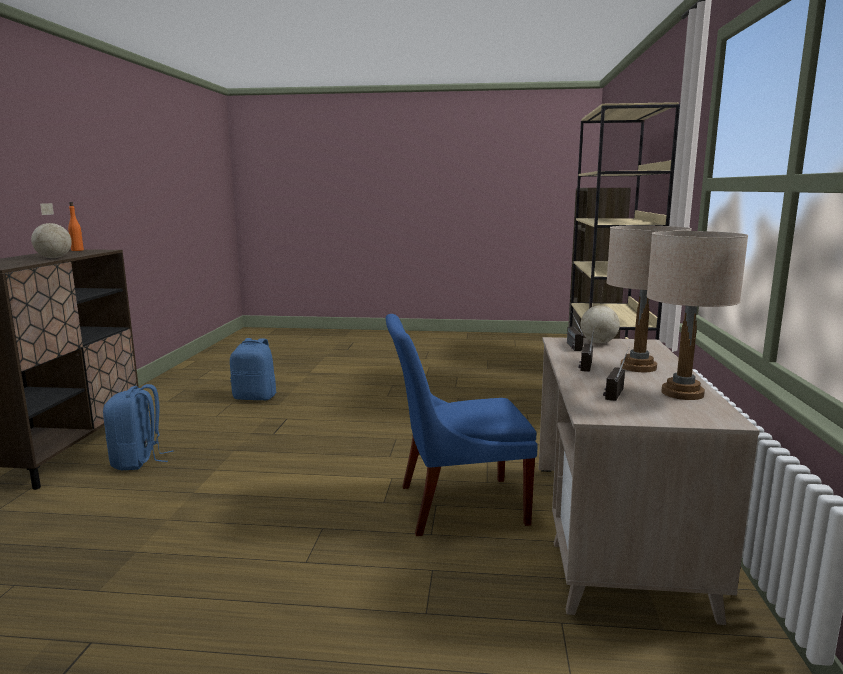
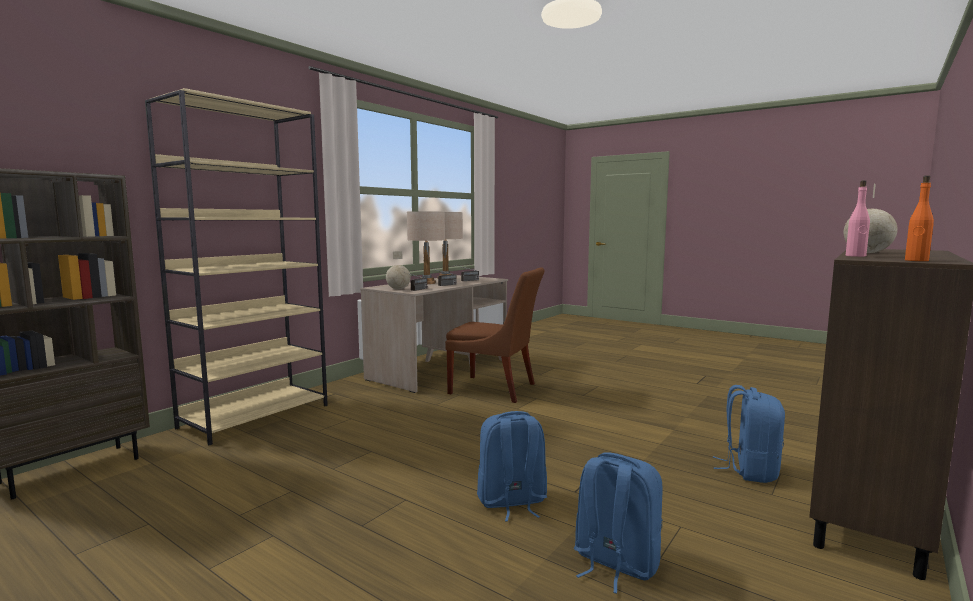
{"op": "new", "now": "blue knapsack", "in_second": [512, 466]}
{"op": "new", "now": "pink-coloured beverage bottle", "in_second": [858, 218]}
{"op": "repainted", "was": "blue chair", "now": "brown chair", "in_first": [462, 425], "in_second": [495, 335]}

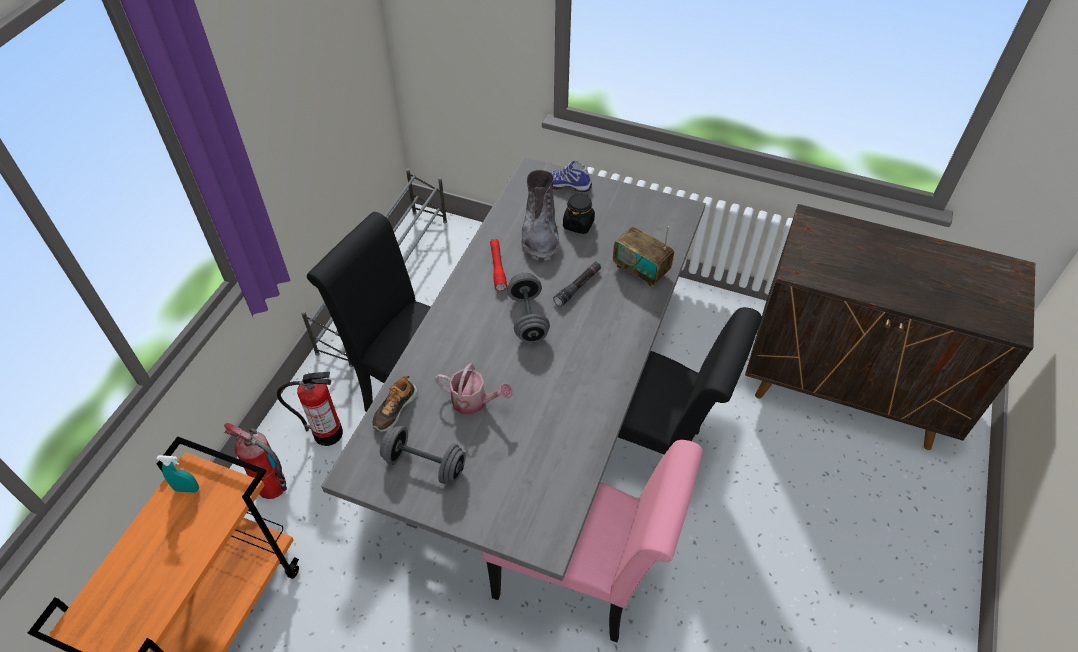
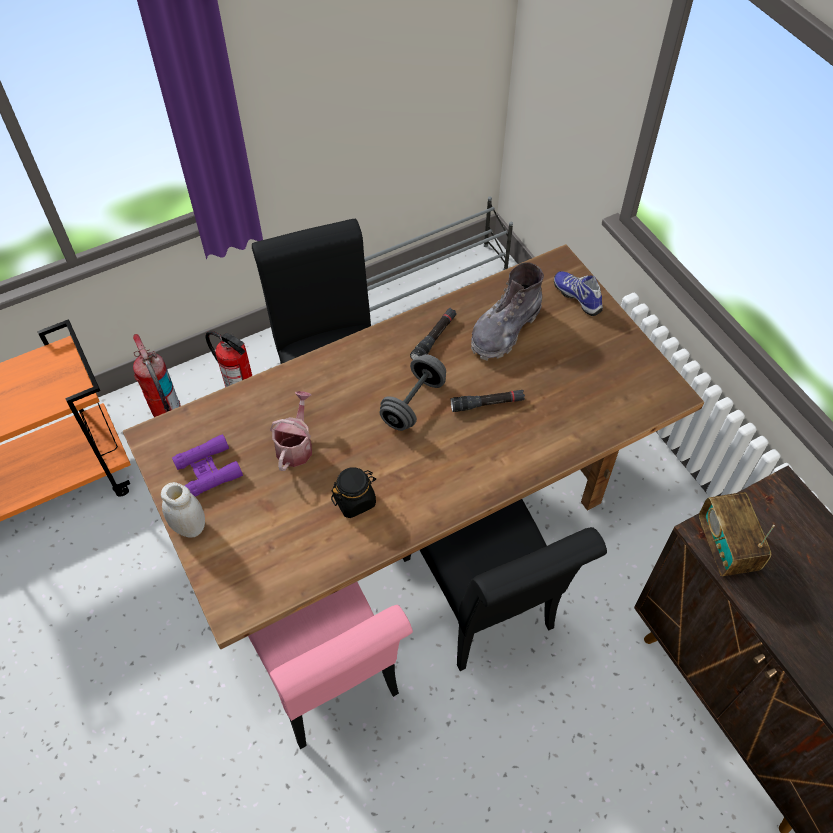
{"op": "gone", "was": "turquoise spray bottle", "in_first": [177, 474]}
{"op": "gone", "was": "shoe", "in_first": [395, 404]}
{"op": "new", "now": "white-coloured jar", "in_second": [183, 509]}
{"op": "shifted", "was": "black-coloured jar", "in_first": [579, 213], "in_second": [353, 492]}
{"op": "shifted", "was": "radio set", "in_first": [643, 256], "in_second": [737, 534]}
{"op": "swapped", "was": "gray hand weight", "now": "purple-coloured field glasses", "in_first": [423, 455], "in_second": [207, 465]}
{"op": "repainted", "was": "gray kitchen table", "now": "brown kitchen table", "in_first": [513, 369], "in_second": [413, 446]}
{"op": "repainted", "was": "red hand torch", "now": "black-coloured hand torch", "in_first": [498, 265], "in_second": [433, 334]}
{"op": "rotated", "was": "watering can", "in_first": [473, 388], "in_second": [291, 431], "clockwise": -135}

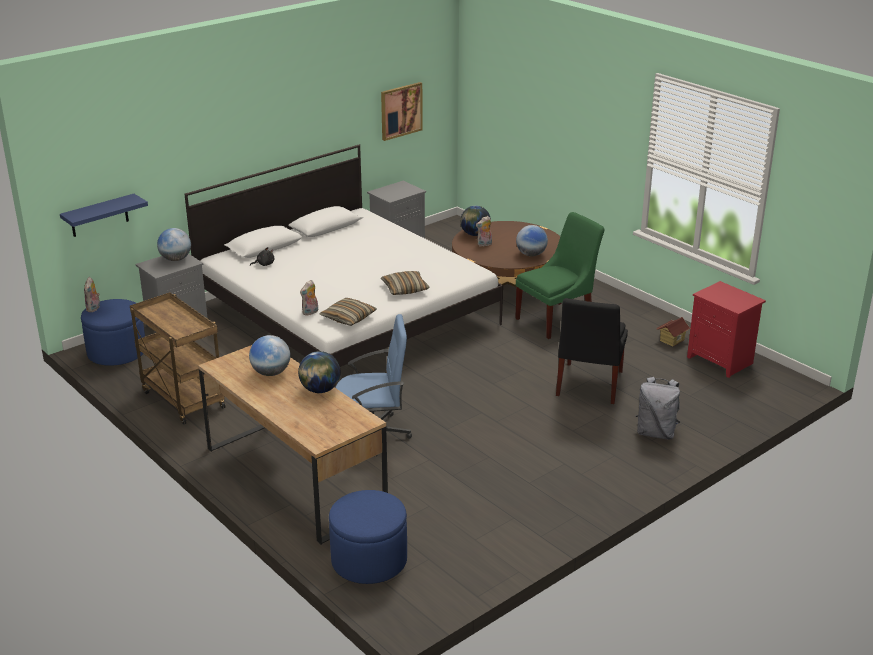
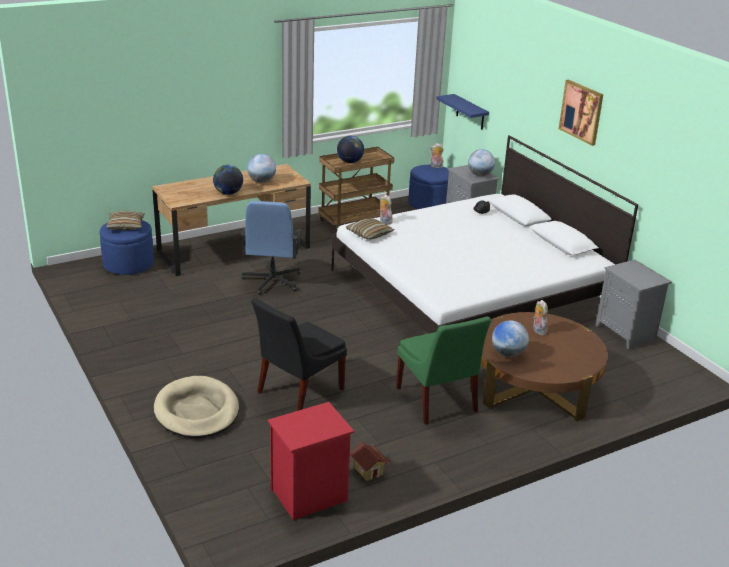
{"op": "shifted", "was": "picture", "in_first": [402, 111], "in_second": [581, 113]}
{"op": "shifted", "was": "cushion", "in_first": [405, 283], "in_second": [125, 220]}
{"op": "shifted", "was": "globe", "in_first": [475, 221], "in_second": [350, 149]}
{"op": "swapped", "was": "gray knapsack", "now": "sand-coloured dog cushion", "in_first": [658, 408], "in_second": [196, 407]}
{"op": "rotated", "was": "black-coloured chair", "in_first": [592, 351], "in_second": [299, 354], "clockwise": -75}

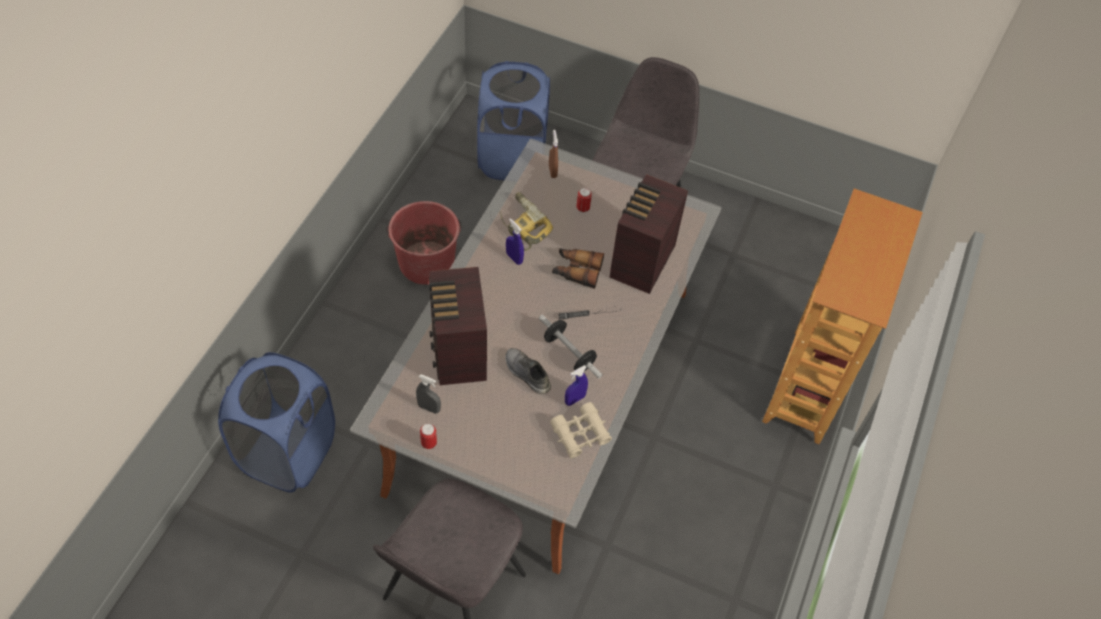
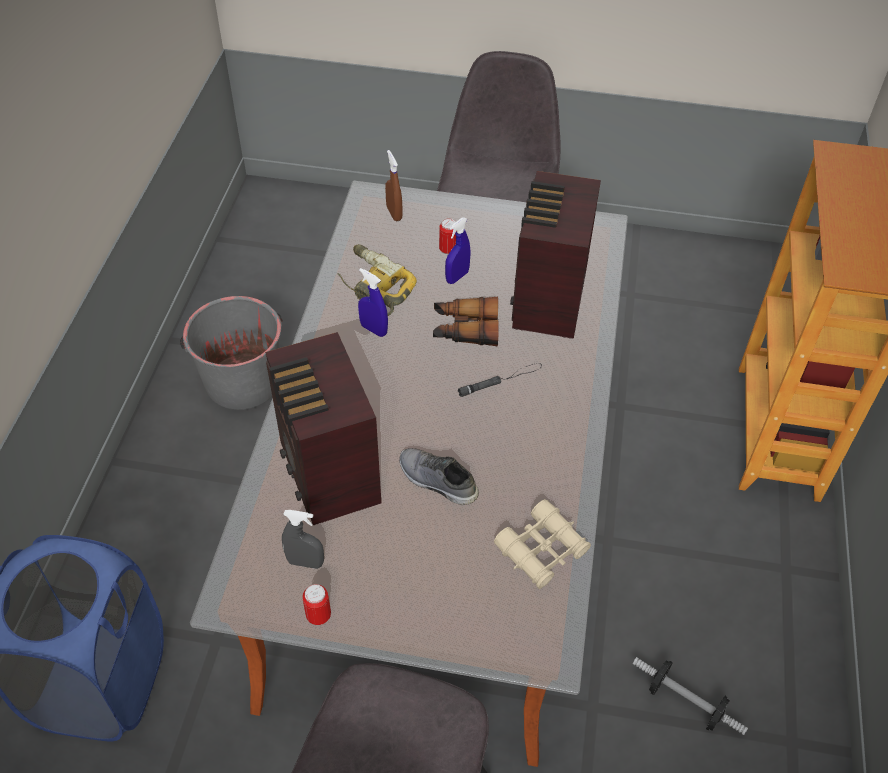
{"op": "gone", "was": "blue laundry basket", "in_first": [513, 120]}
{"op": "shifted", "was": "hand weight", "in_first": [571, 347], "in_second": [690, 696]}
{"op": "shifted", "was": "blue spray bottle", "in_first": [576, 385], "in_second": [458, 250]}
{"op": "repainted", "was": "red pail", "now": "gray pail", "in_first": [424, 243], "in_second": [231, 353]}

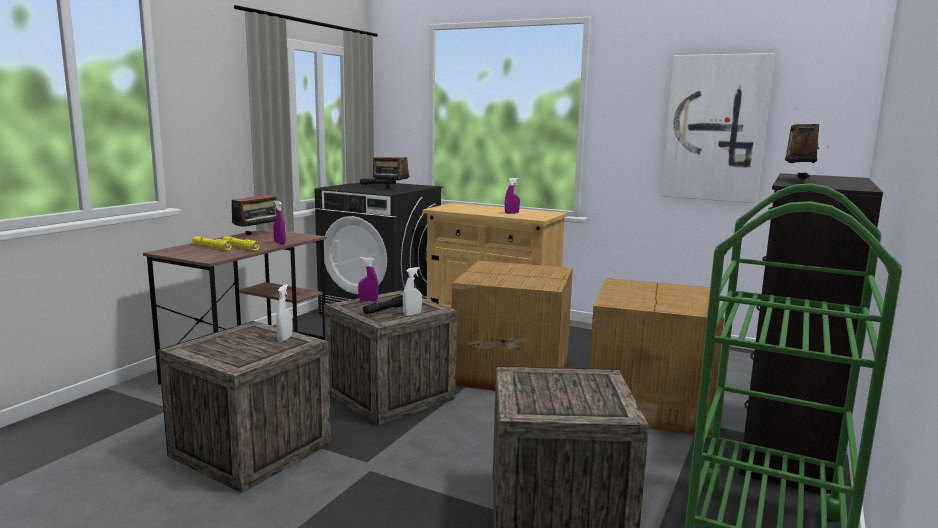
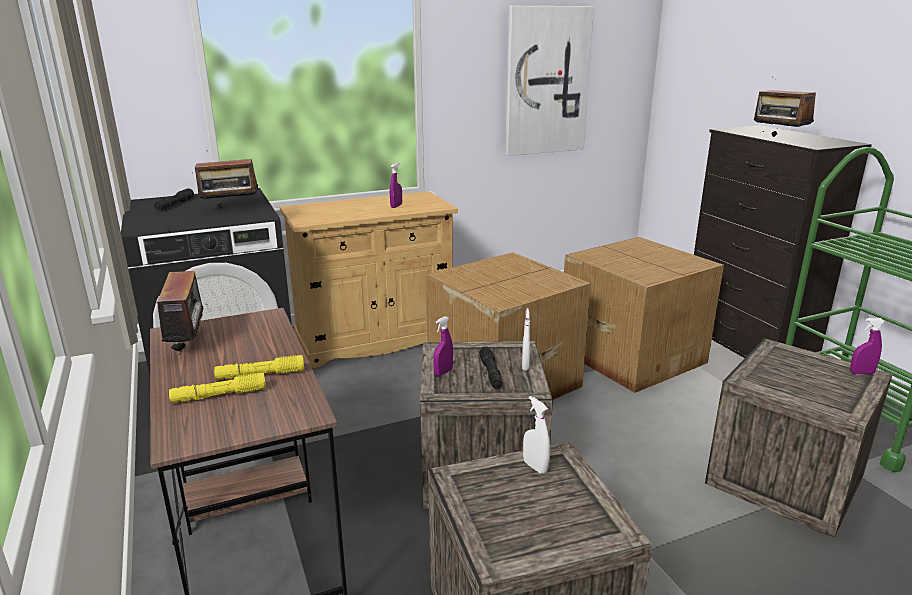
{"op": "shifted", "was": "purple-coloured spray bottle", "in_first": [279, 223], "in_second": [867, 346]}

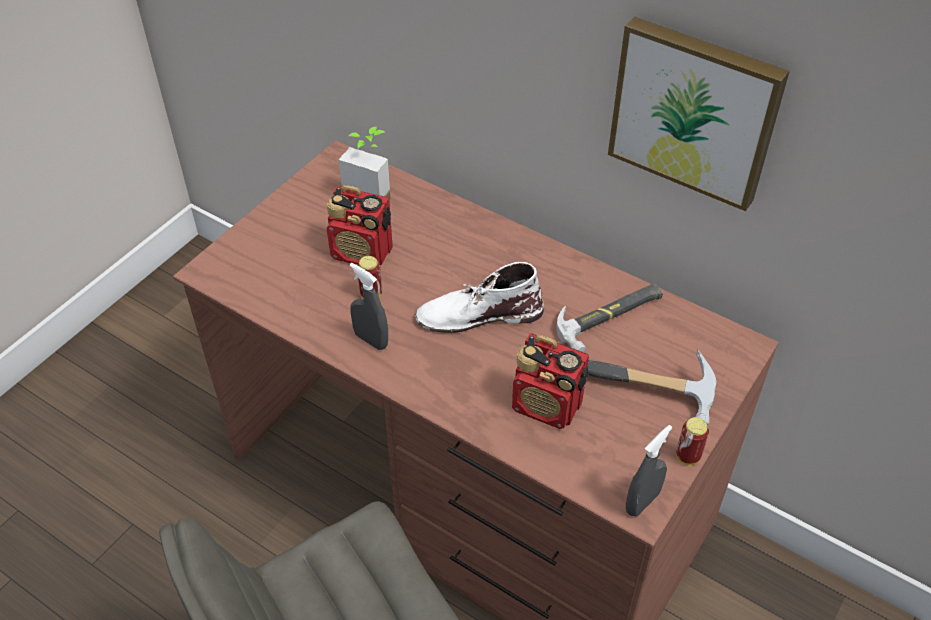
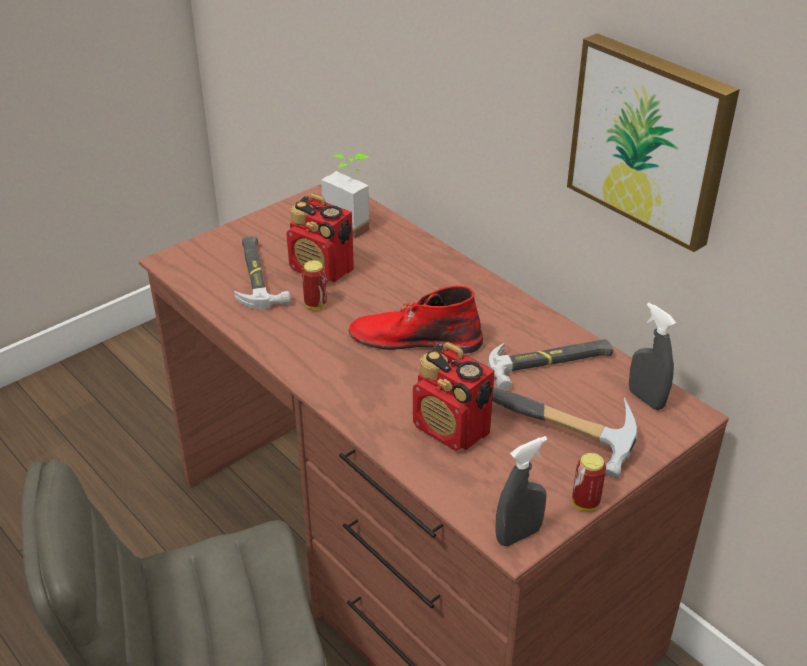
{"op": "new", "now": "tool hammer", "in_second": [262, 272]}
{"op": "shifted", "was": "gray spray bottle", "in_first": [369, 306], "in_second": [652, 356]}
{"op": "repainted", "was": "white-coloured high-top boot", "now": "red high-top boot", "in_first": [479, 297], "in_second": [416, 319]}

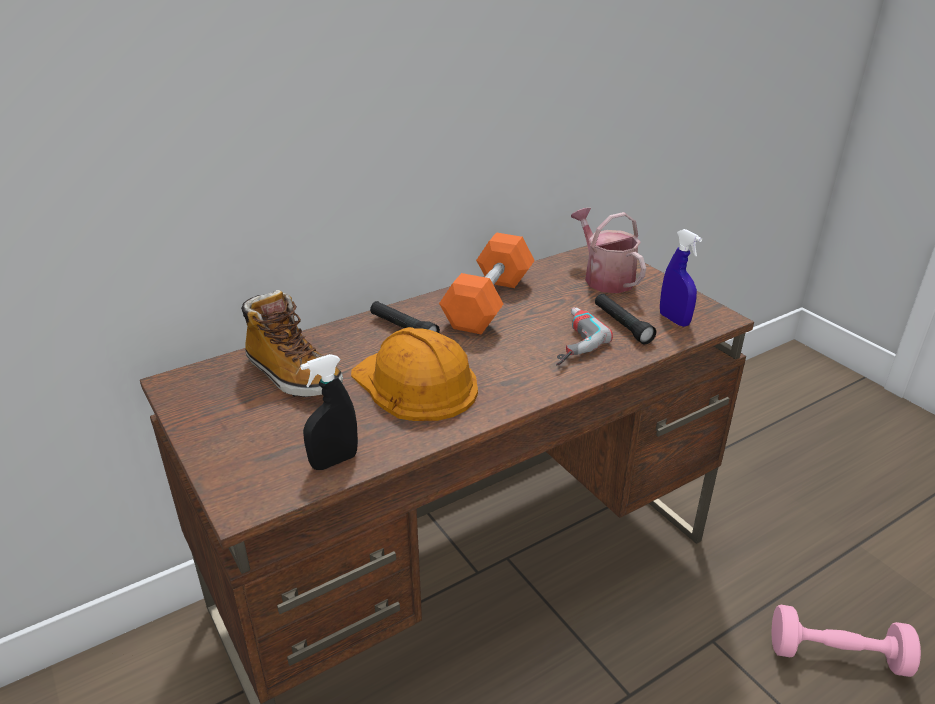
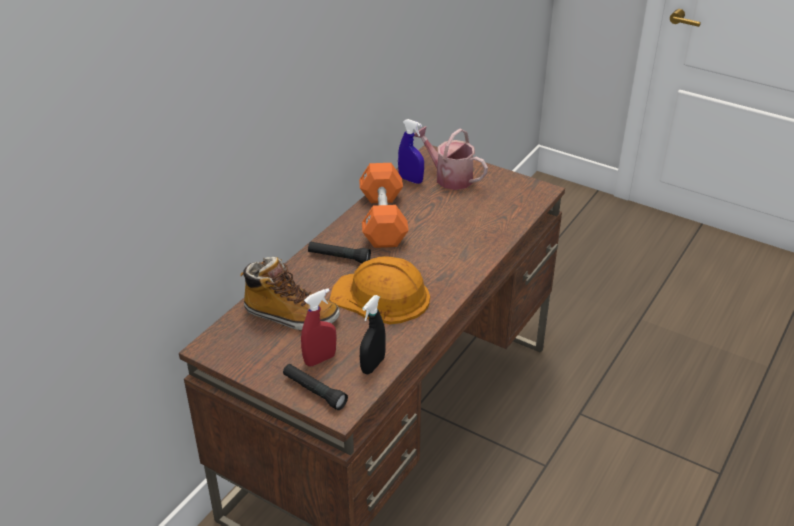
{"op": "gone", "was": "drill", "in_first": [584, 336]}
{"op": "gone", "was": "pink-coloured hand weight", "in_first": [846, 641]}
{"op": "new", "now": "red spray bottle", "in_second": [319, 327]}
{"op": "shifted", "was": "black-coloured hand torch", "in_first": [625, 319], "in_second": [315, 387]}
{"op": "shifted", "was": "blue spray bottle", "in_first": [681, 278], "in_second": [411, 151]}

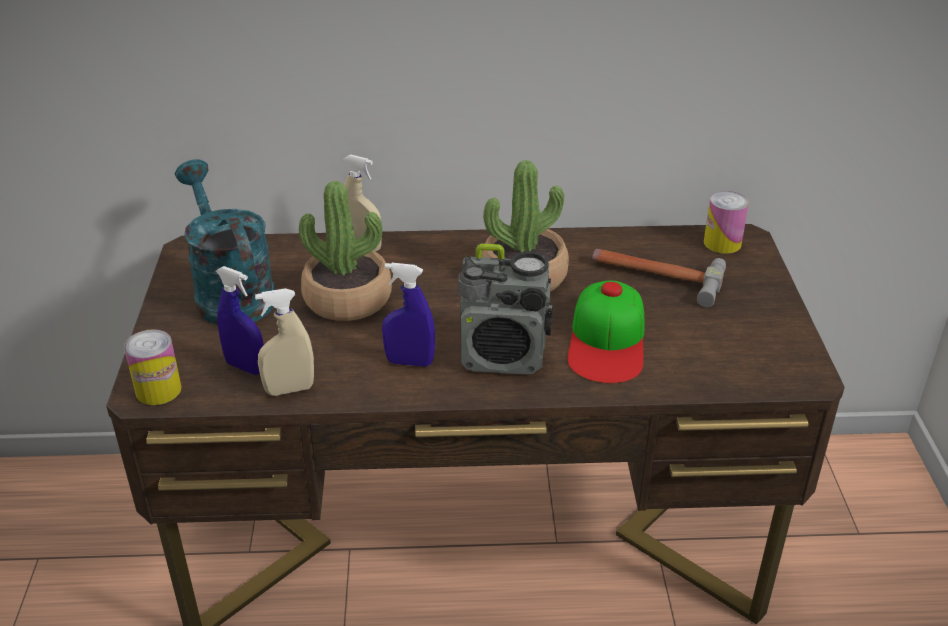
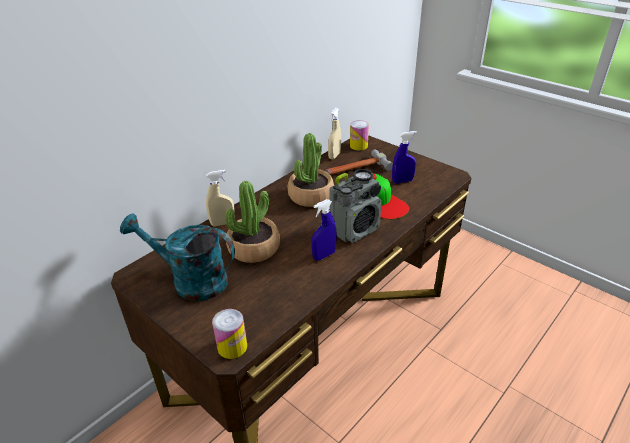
{"op": "shifted", "was": "blue spray bottle", "in_first": [240, 320], "in_second": [404, 157]}
{"op": "shifted", "was": "sand-coloured spray bottle", "in_first": [284, 342], "in_second": [334, 133]}

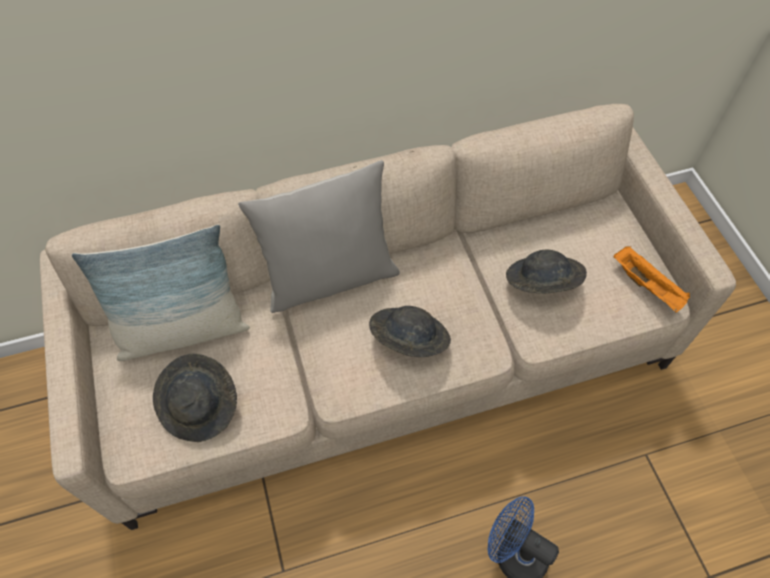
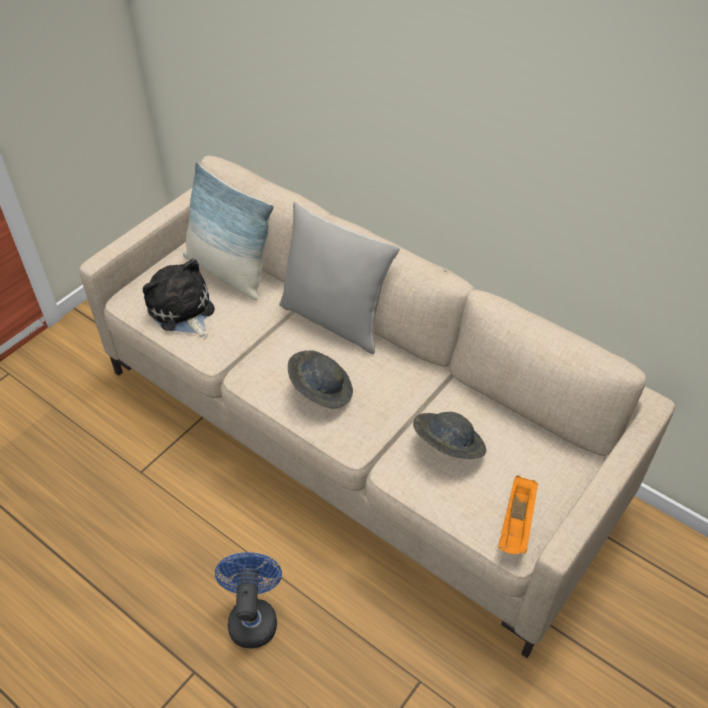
{"op": "swapped", "was": "gray wearable hat", "now": "soft toy", "in_first": [195, 398], "in_second": [179, 298]}

